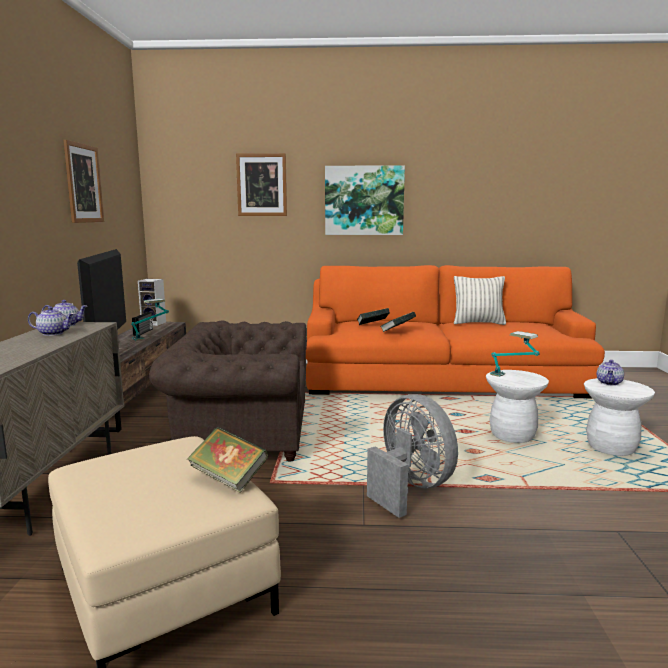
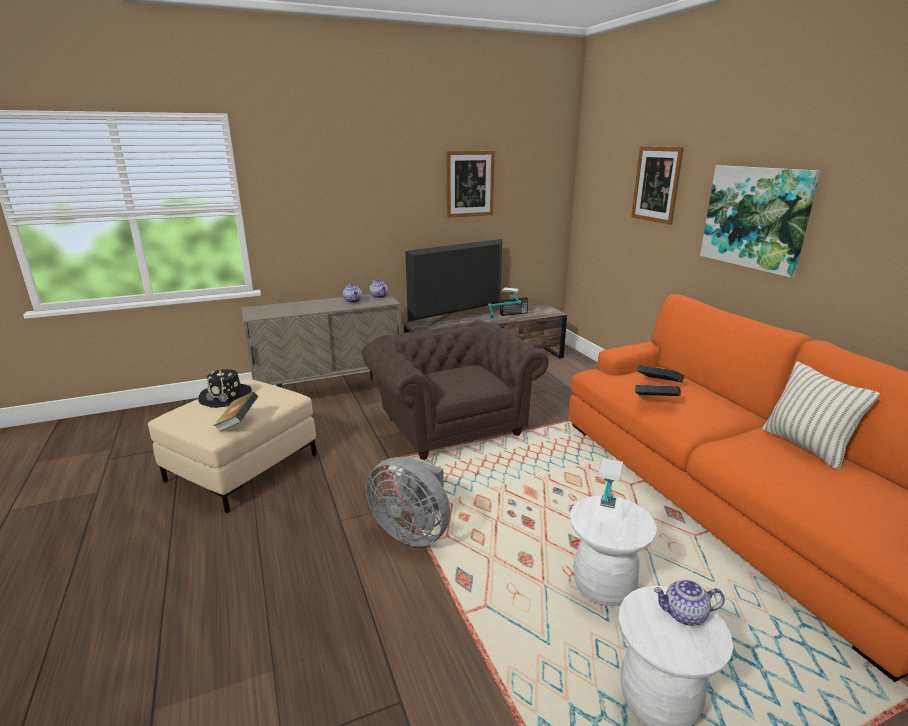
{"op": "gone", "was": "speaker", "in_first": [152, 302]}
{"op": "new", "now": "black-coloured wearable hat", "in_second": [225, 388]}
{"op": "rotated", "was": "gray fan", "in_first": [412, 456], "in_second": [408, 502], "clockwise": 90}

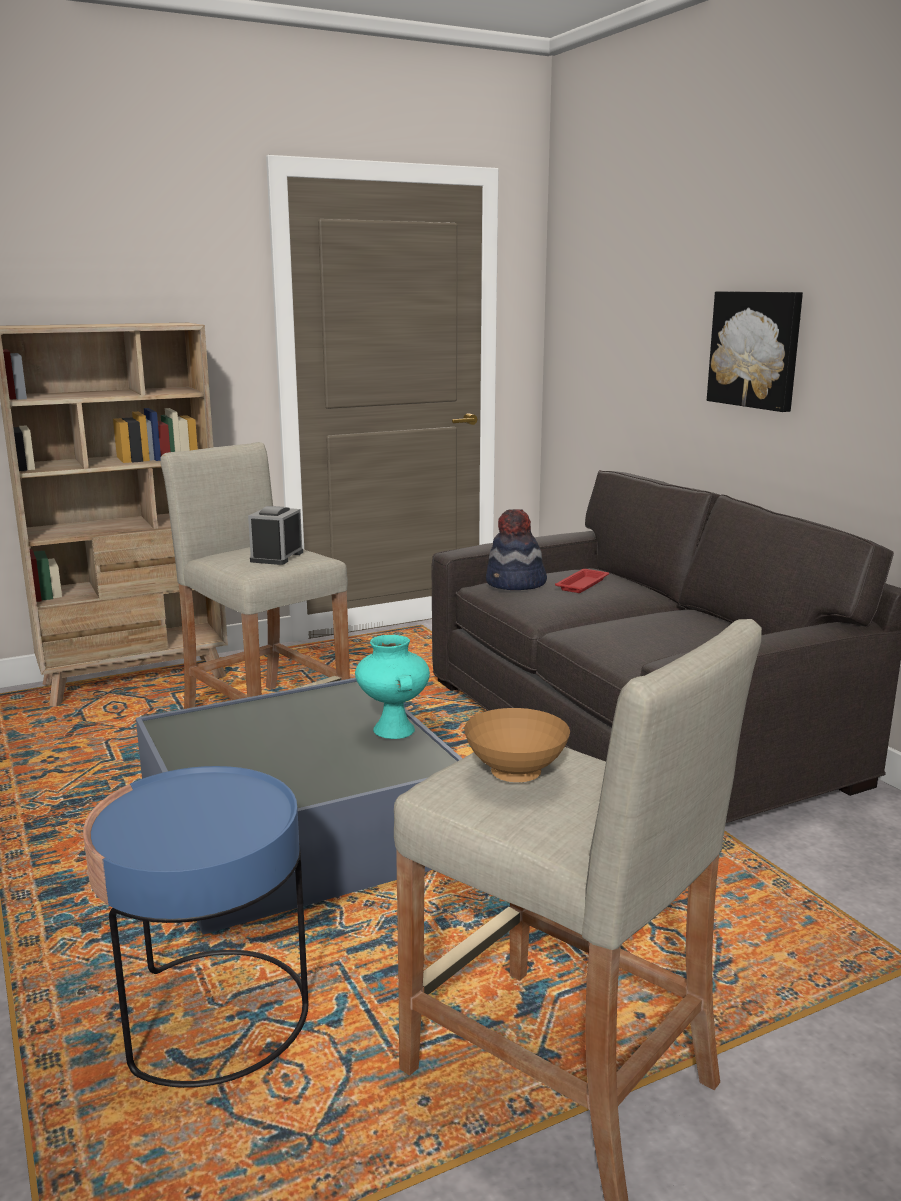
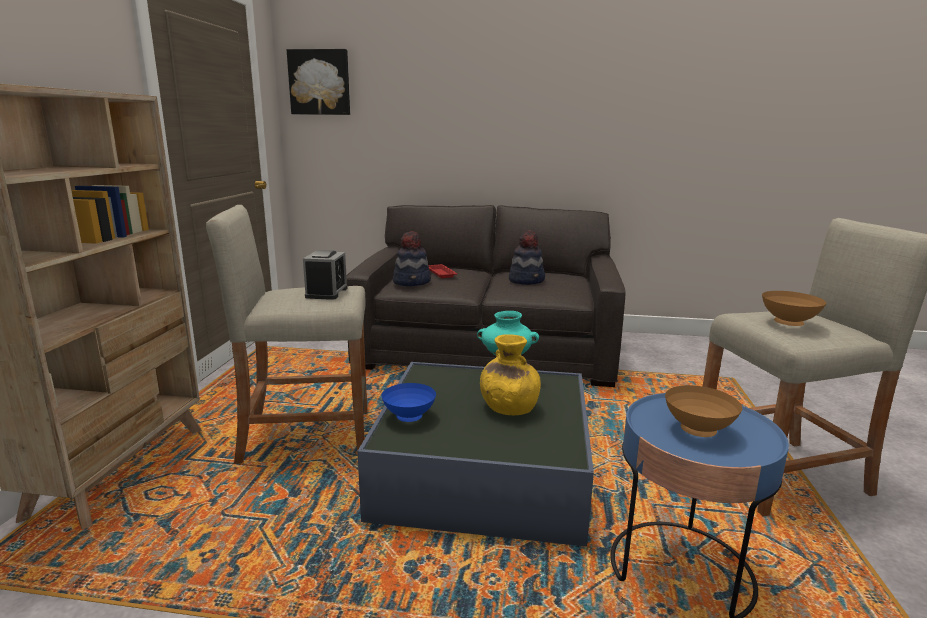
{"op": "new", "now": "blue serving bowl", "in_second": [408, 402]}
{"op": "new", "now": "yellowish vase", "in_second": [510, 374]}
{"op": "new", "now": "wearable hat", "in_second": [527, 257]}
{"op": "new", "now": "brown serving bowl", "in_second": [703, 411]}
{"op": "shifted", "was": "picture", "in_first": [755, 351], "in_second": [318, 82]}
{"op": "rotated", "was": "alarm clock", "in_first": [275, 535], "in_second": [325, 275], "clockwise": -135}

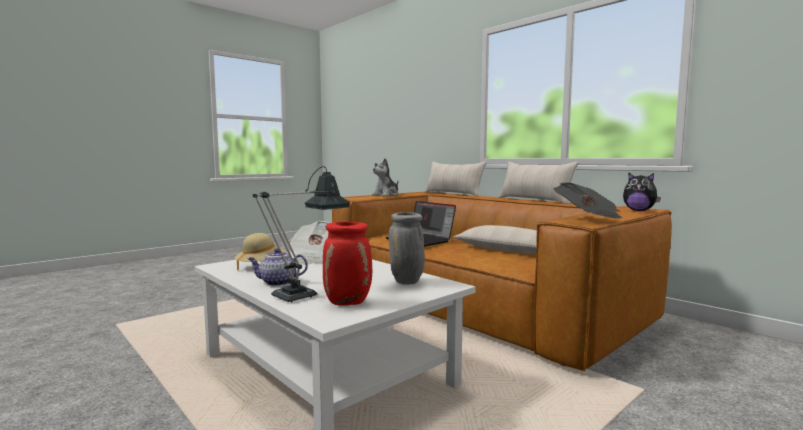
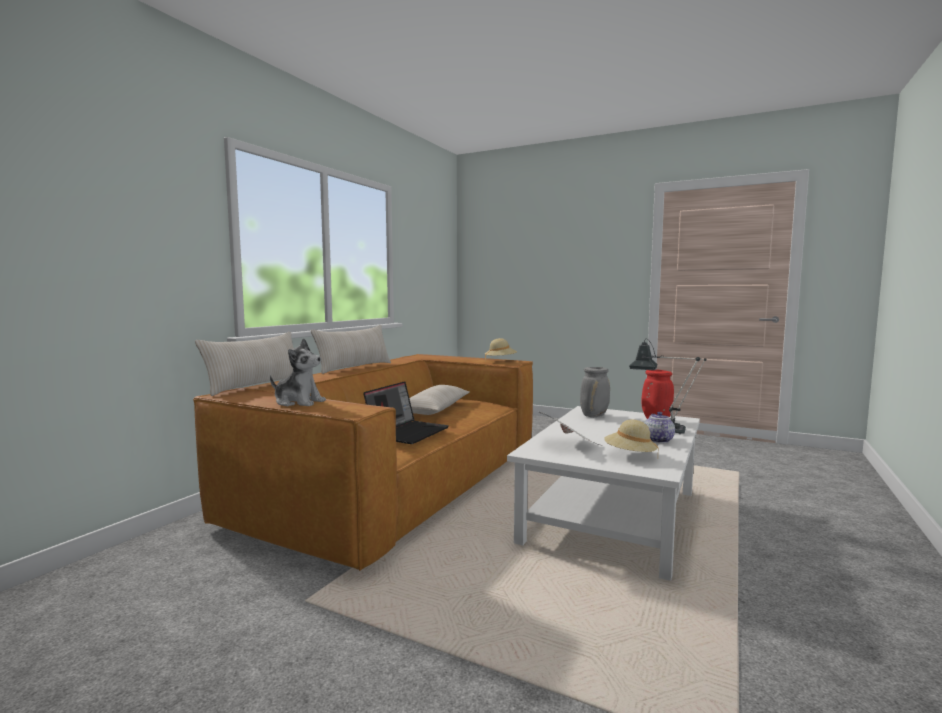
{"op": "gone", "was": "soft toy", "in_first": [642, 192]}
{"op": "swapped", "was": "daily paper", "now": "sand-coloured wearable hat", "in_first": [588, 200], "in_second": [501, 350]}
{"op": "rotated", "was": "teapot", "in_first": [278, 267], "in_second": [659, 427], "clockwise": -150}

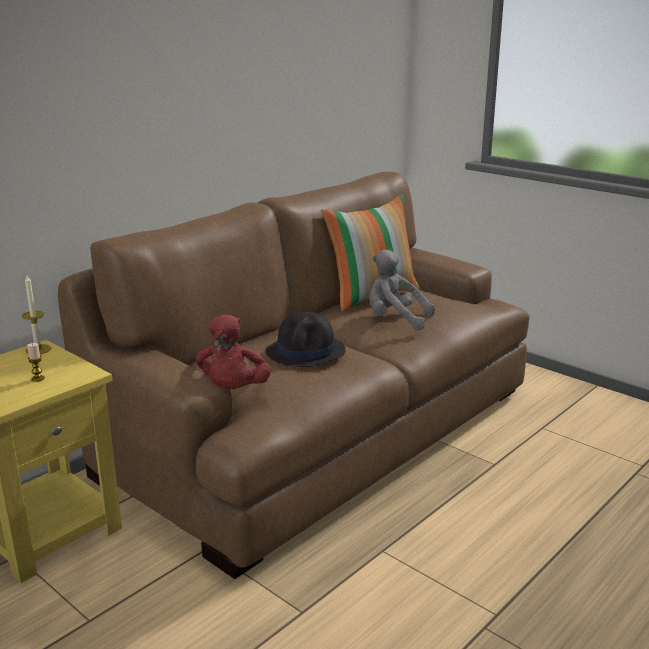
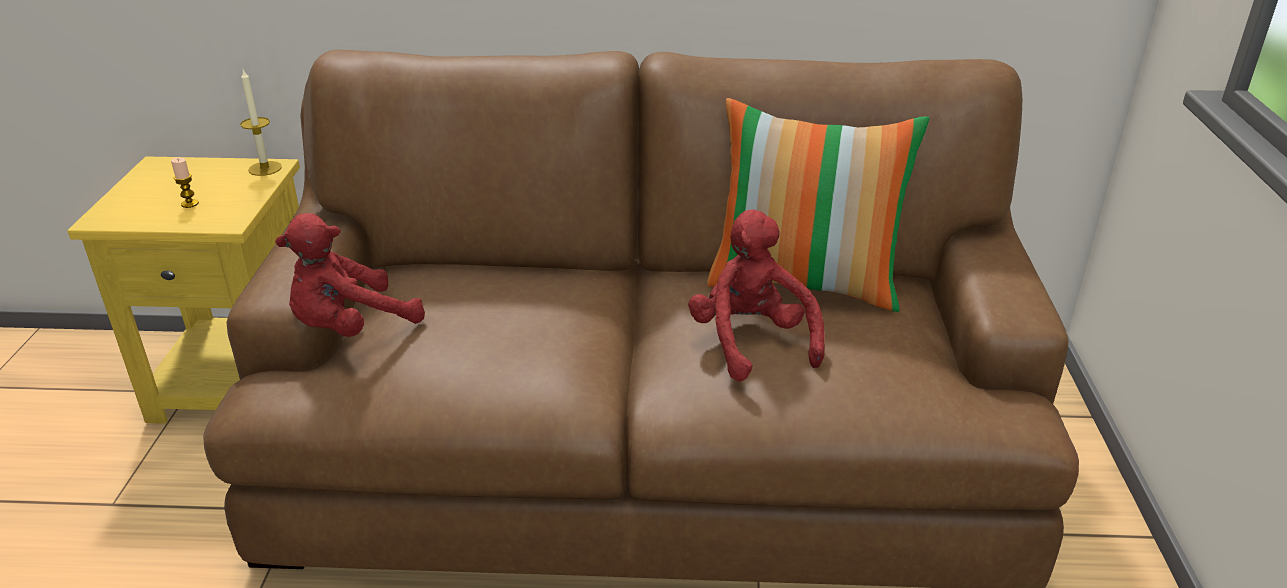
{"op": "gone", "was": "black-coloured wearable hat", "in_first": [305, 339]}
{"op": "repainted", "was": "gray soft toy", "now": "red soft toy", "in_first": [402, 290], "in_second": [756, 295]}

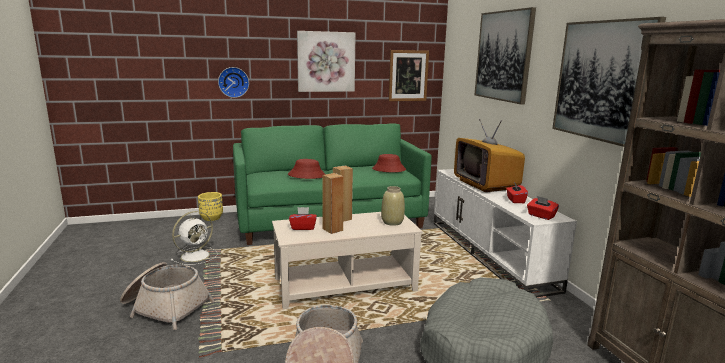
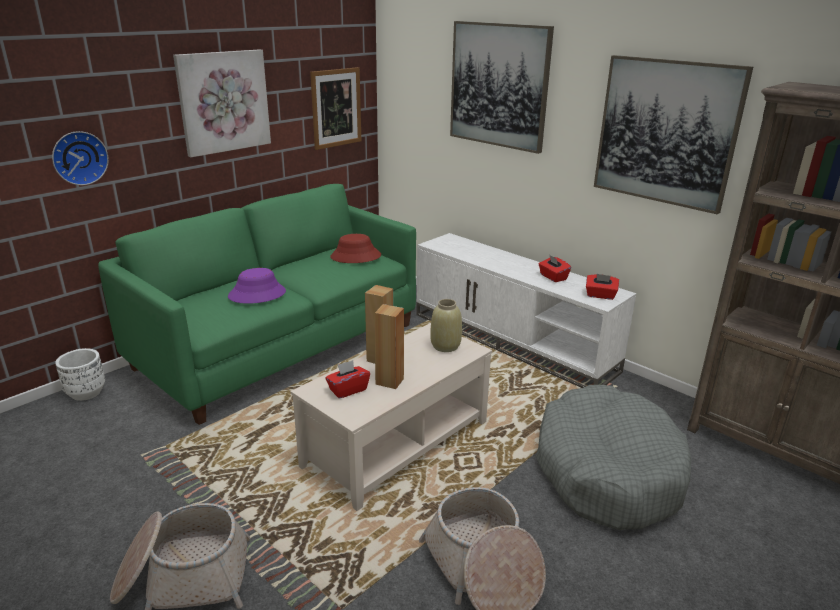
{"op": "gone", "was": "white-coloured fan", "in_first": [194, 238]}
{"op": "gone", "was": "television", "in_first": [489, 155]}
{"op": "repainted", "was": "yellowish planter", "now": "white-coloured planter", "in_first": [210, 206], "in_second": [80, 374]}
{"op": "repainted", "was": "red wearable hat", "now": "purple-coloured wearable hat", "in_first": [307, 169], "in_second": [257, 286]}

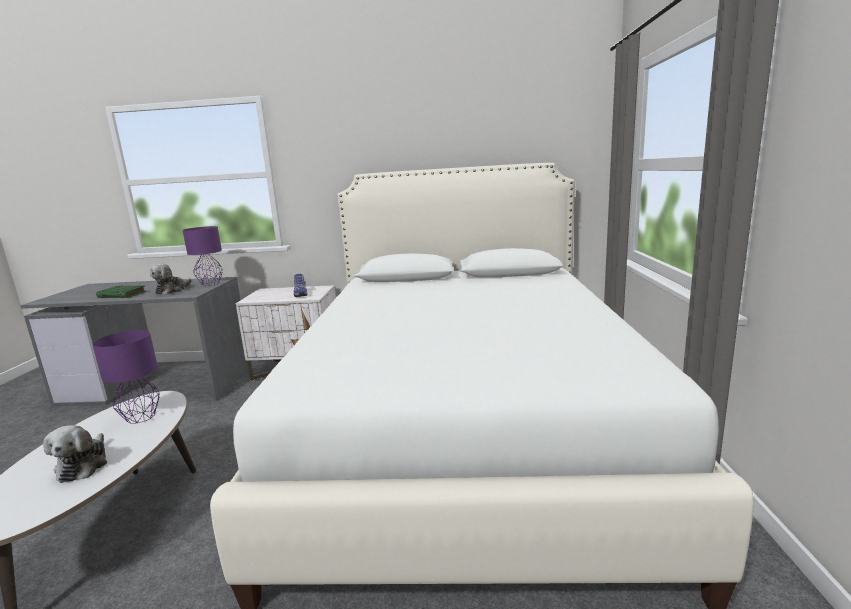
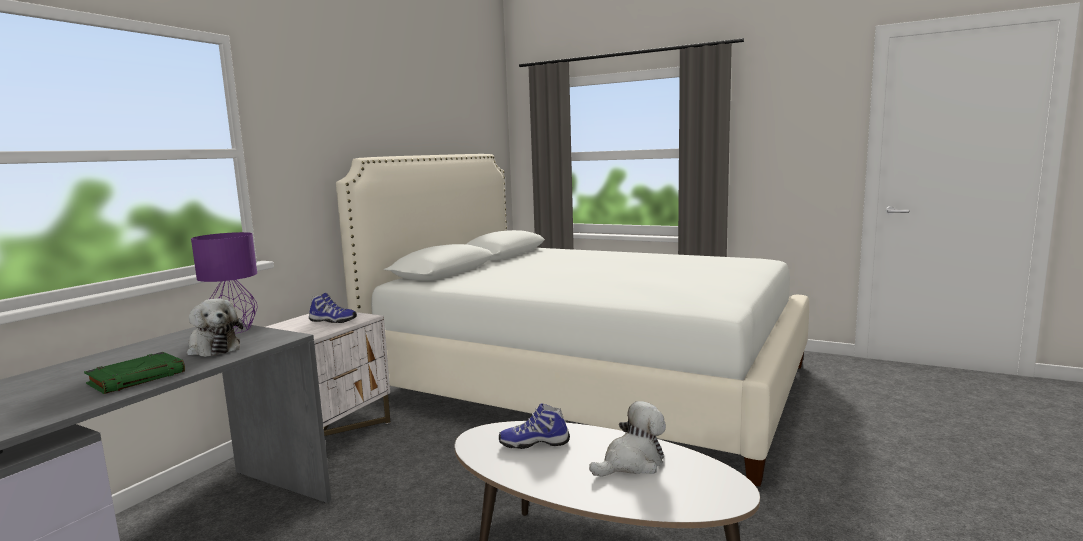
{"op": "swapped", "was": "purple-coloured table lamp", "now": "shoe", "in_first": [126, 377], "in_second": [534, 426]}
{"op": "rotated", "was": "soft toy", "in_first": [75, 454], "in_second": [627, 439], "clockwise": -45}

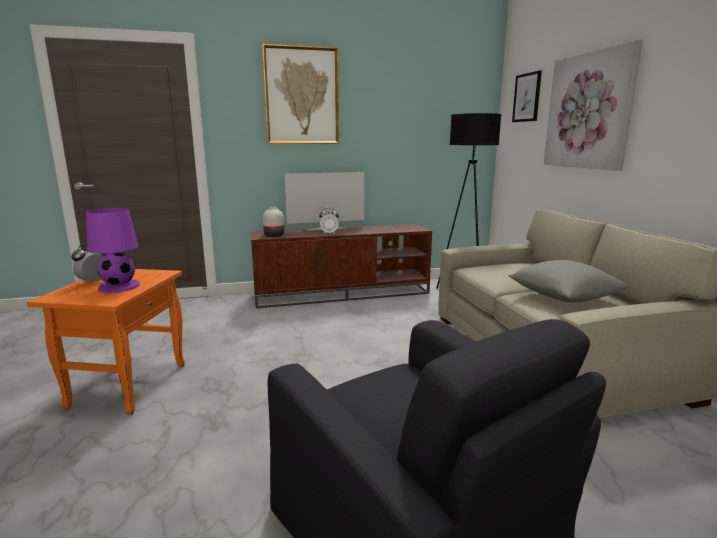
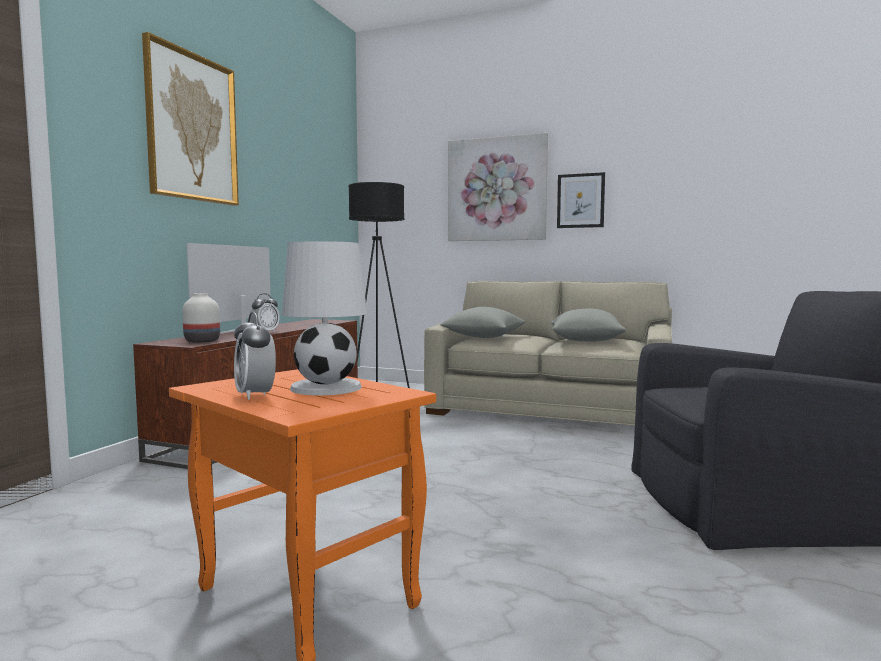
{"op": "new", "now": "gray cushion", "in_second": [482, 322]}
{"op": "shifted", "was": "picture", "in_first": [527, 96], "in_second": [581, 200]}
{"op": "repainted", "was": "purple-coloured table lamp", "now": "white-coloured table lamp", "in_first": [113, 250], "in_second": [324, 318]}

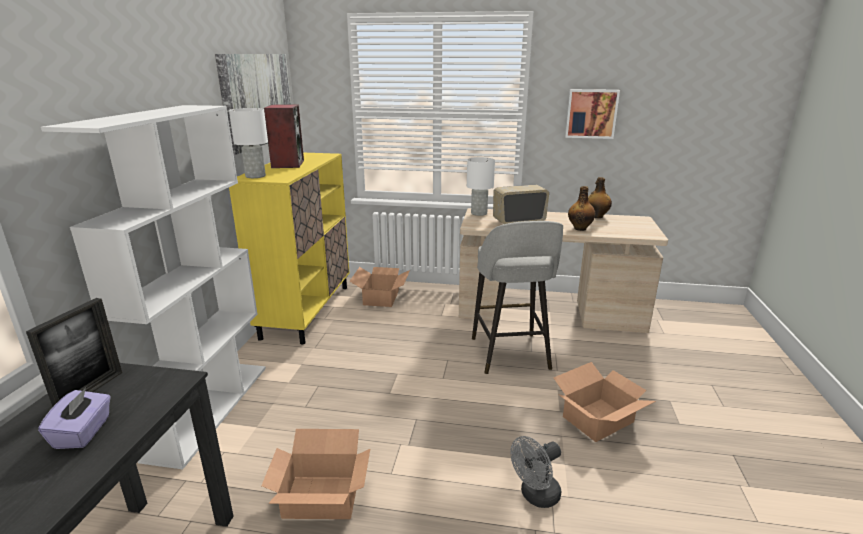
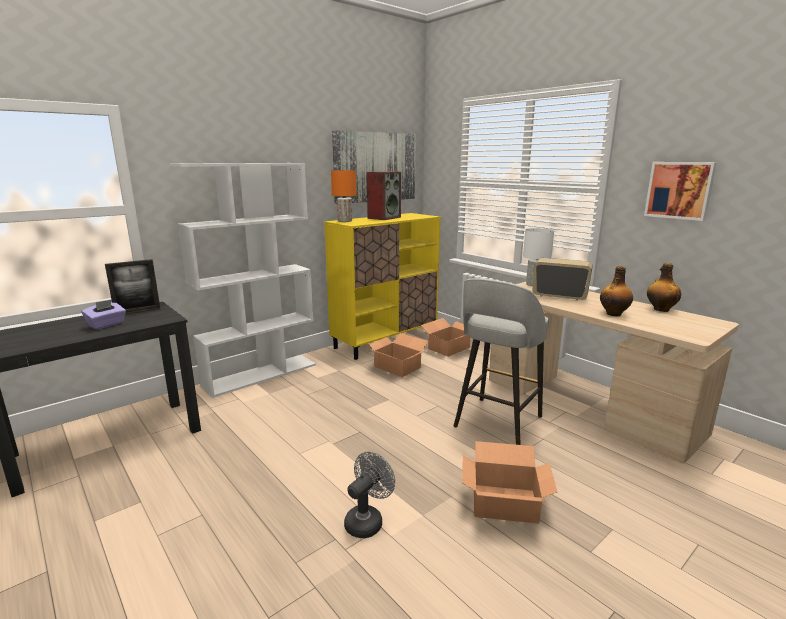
{"op": "shifted", "was": "packing box", "in_first": [315, 474], "in_second": [399, 355]}
{"op": "repainted", "was": "white-coloured table lamp", "now": "orange table lamp", "in_first": [248, 143], "in_second": [343, 196]}
{"op": "rotated", "was": "gray fan", "in_first": [536, 472], "in_second": [369, 495], "clockwise": 120}

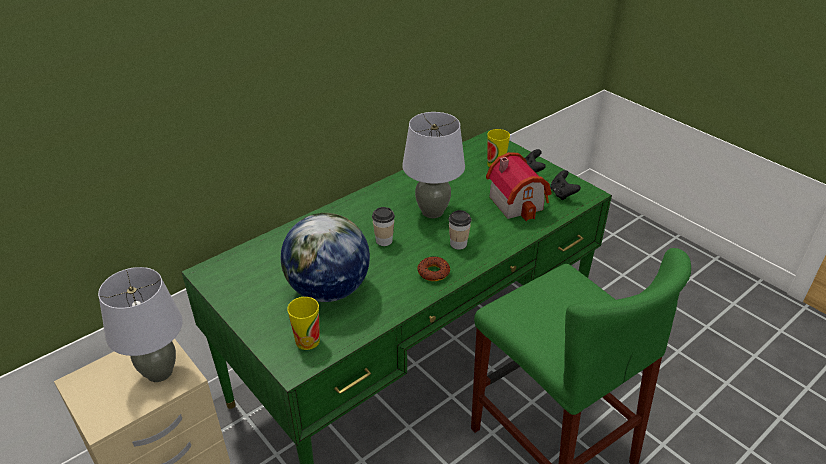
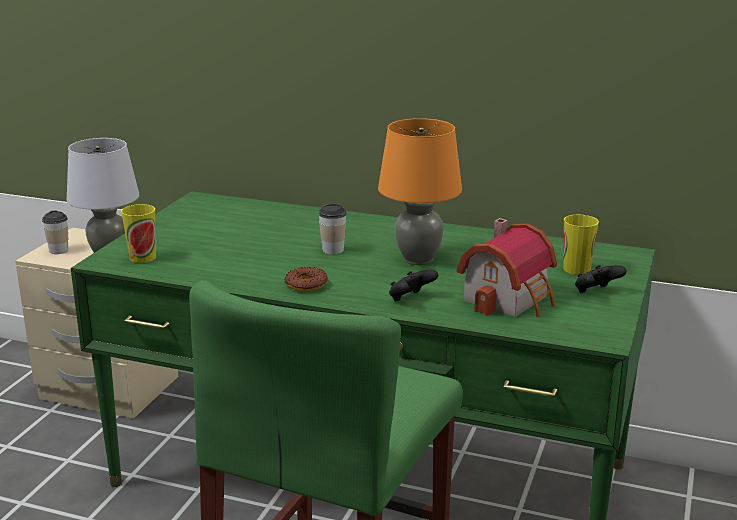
{"op": "gone", "was": "globe", "in_first": [325, 257]}
{"op": "shifted", "was": "small cup", "in_first": [459, 230], "in_second": [55, 232]}
{"op": "shifted", "was": "black-coloured game controller", "in_first": [565, 185], "in_second": [413, 285]}
{"op": "repainted", "was": "gray table lamp", "now": "orange table lamp", "in_first": [433, 165], "in_second": [420, 191]}

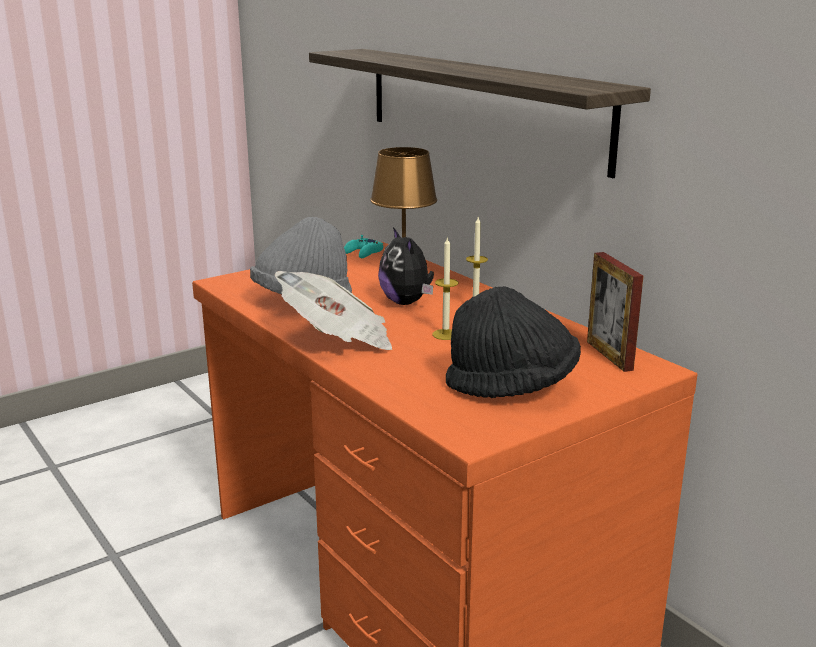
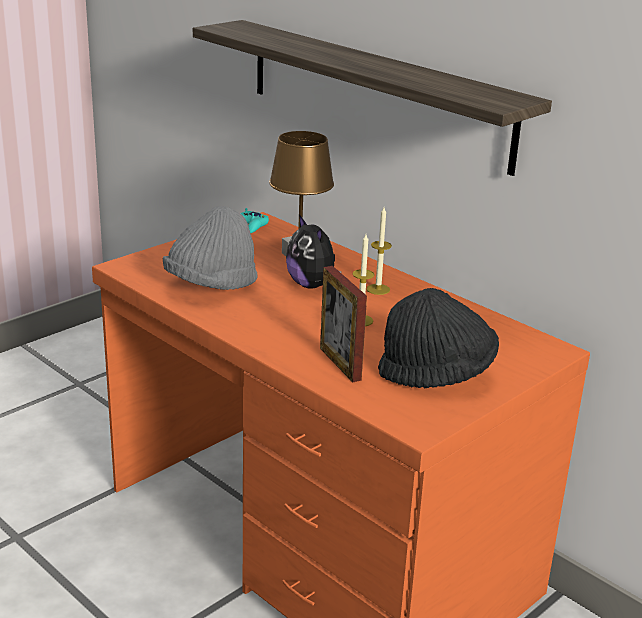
{"op": "gone", "was": "daily paper", "in_first": [333, 310]}
{"op": "shifted", "was": "standing frame", "in_first": [615, 312], "in_second": [343, 324]}

